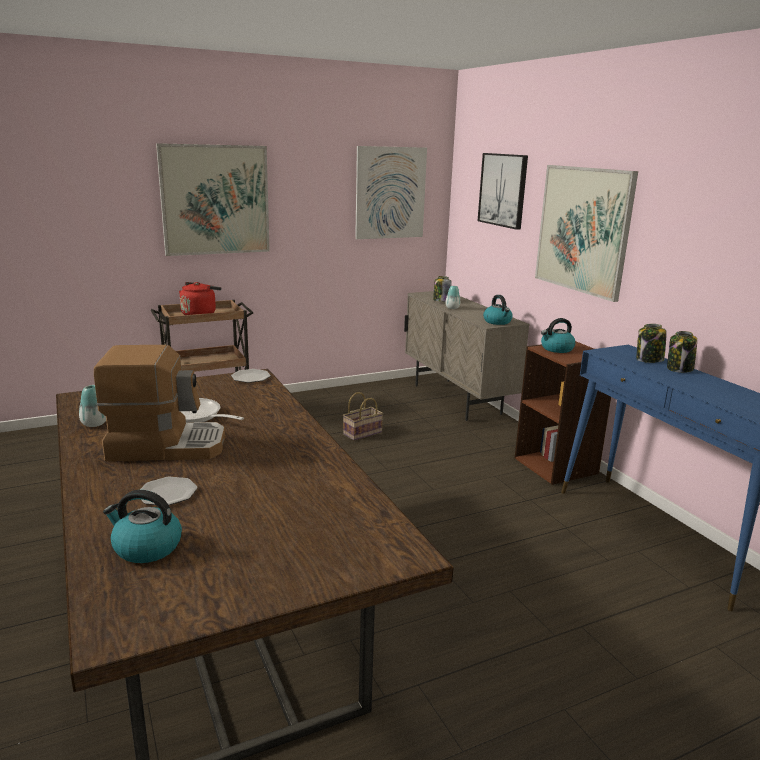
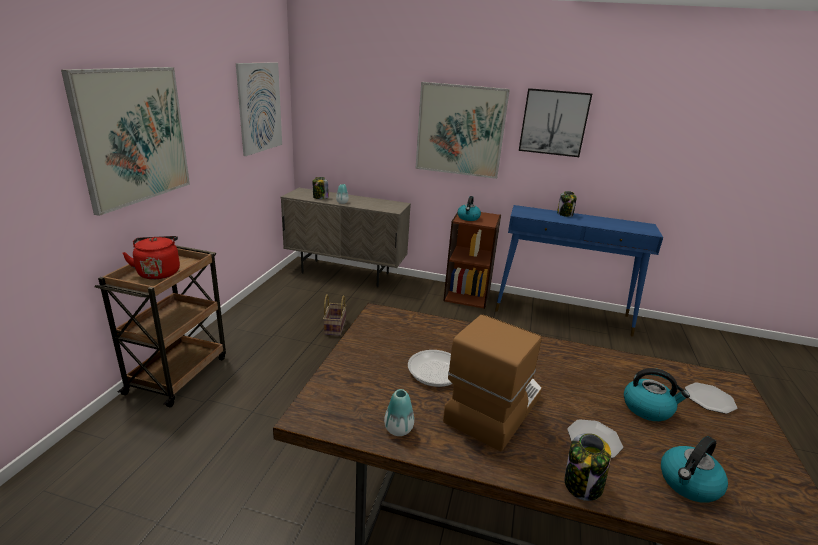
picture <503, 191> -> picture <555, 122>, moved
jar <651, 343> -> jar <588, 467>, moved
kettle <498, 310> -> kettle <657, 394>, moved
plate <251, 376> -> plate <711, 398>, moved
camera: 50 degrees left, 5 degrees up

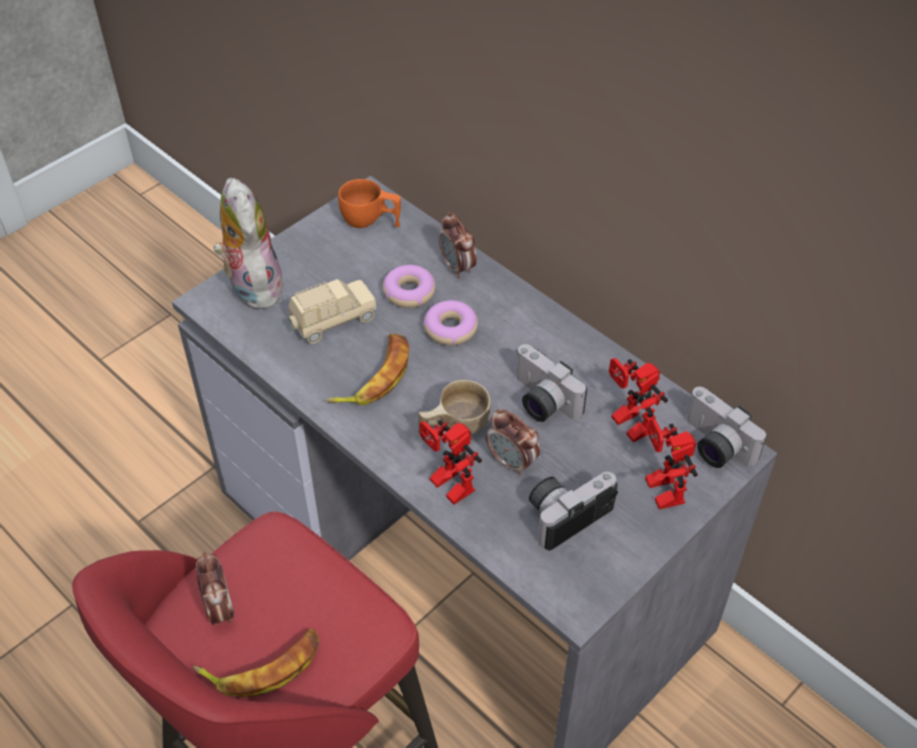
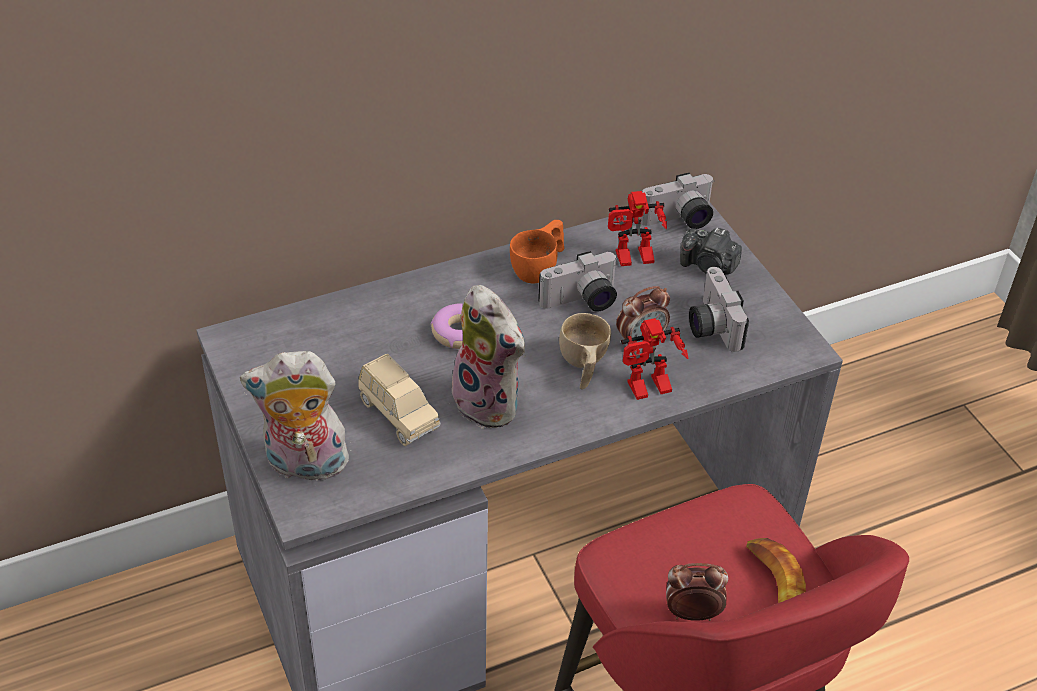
toy car (beige) <332, 311> -> toy car (beige) <399, 400>, 150 degrees clockwise
banana <367, 369> -> plush toy <488, 357>
cup (orange) <369, 203> -> cup (orange) <537, 251>, moved
toy robot <671, 464> -> photo camera <711, 251>
donut <409, 286> -> none
alarm clock <458, 245> -> none
camera: 70 degrees left, 5 degrees down

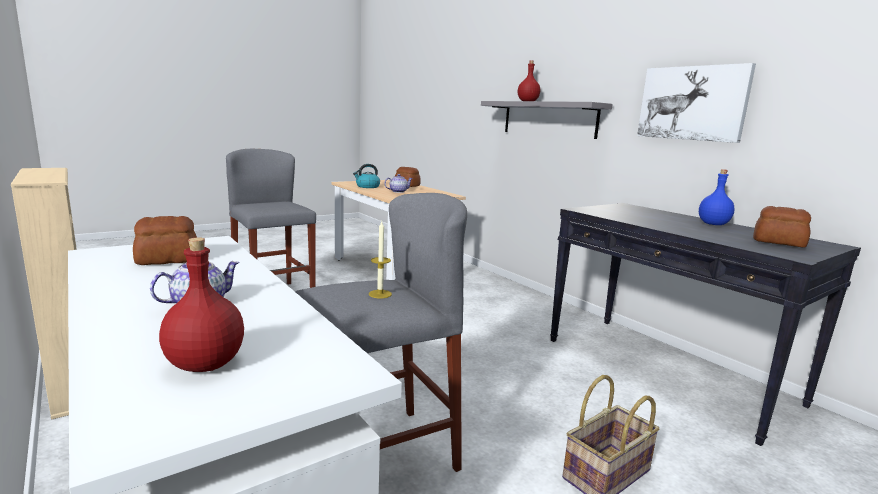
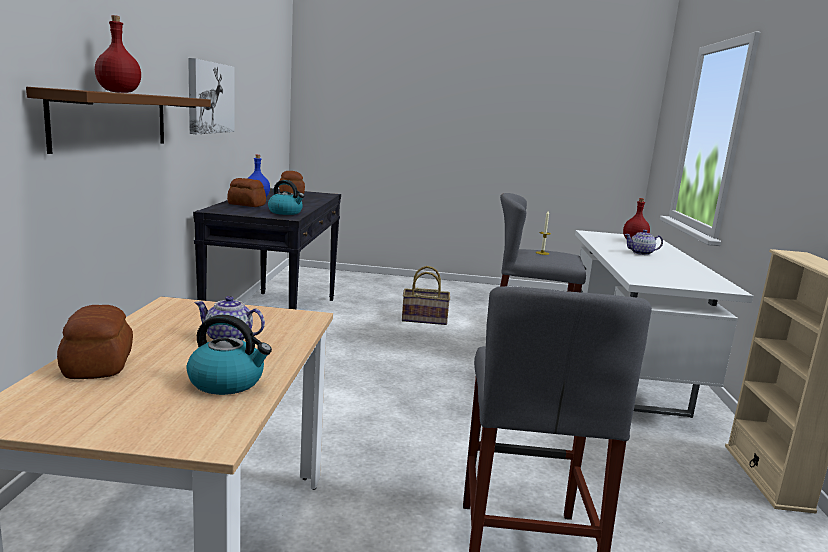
shelf (grey) <547, 120> -> shelf (brown) <118, 120>
bread <165, 240> -> bread <246, 192>, moved
none -> kettle <286, 197>
camera: 140 degrees left, 0 degrees up

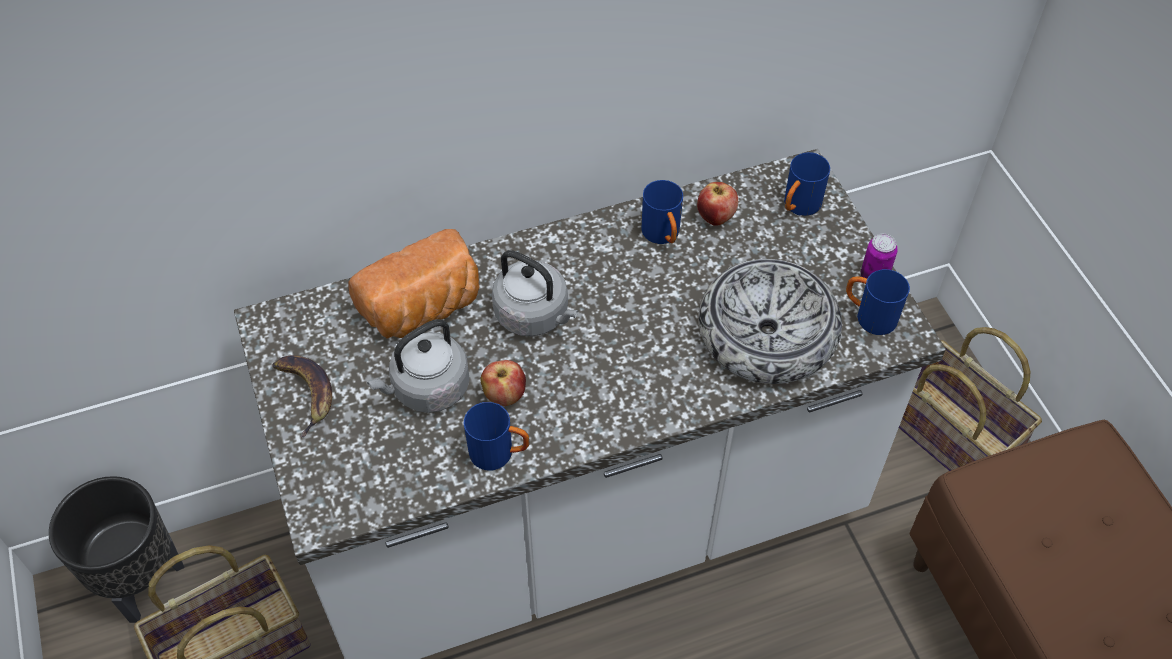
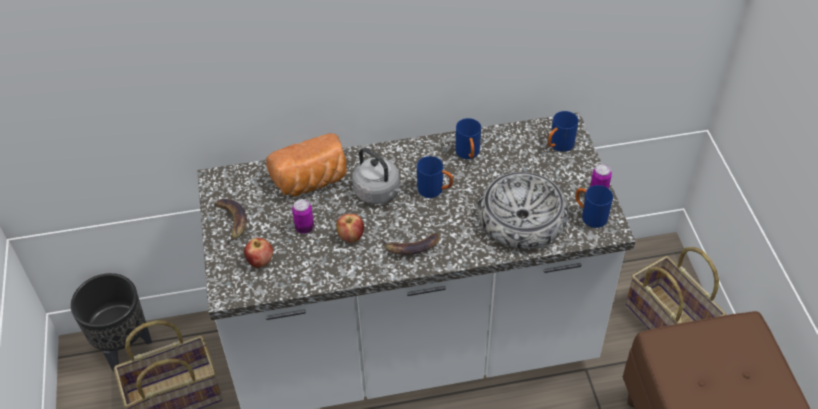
apple <717, 204> -> apple <258, 253>, moved
kettle (grey) <418, 366> -> can <303, 216>
none -> banana <410, 243>
mug (blue) <497, 436> -> mug (blue) <435, 177>, moved
camera: 10 degrees right, 5 degrees down

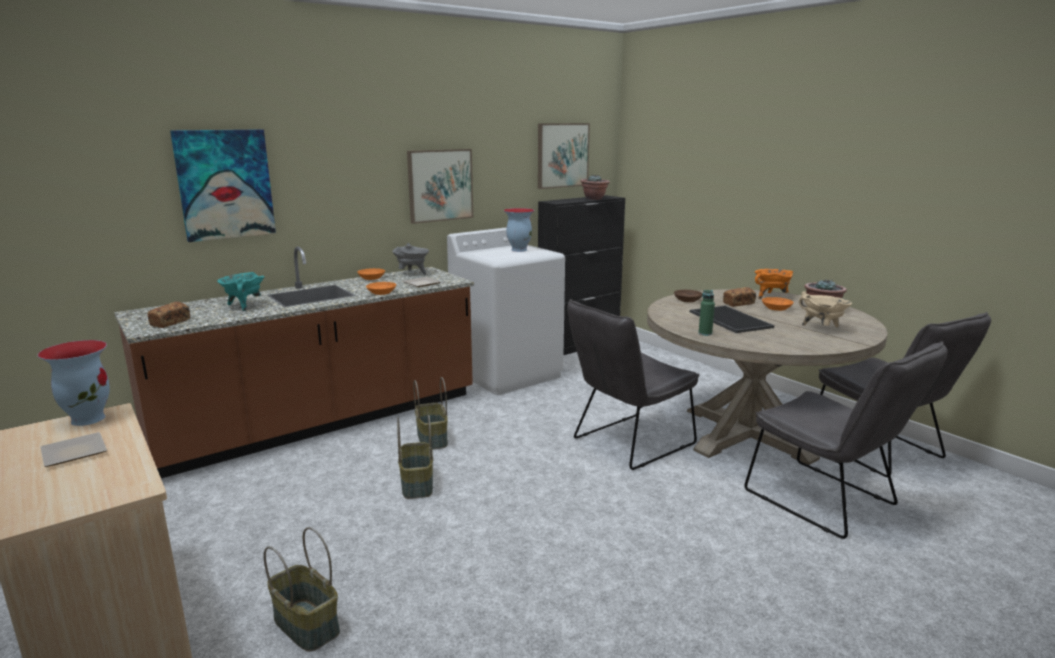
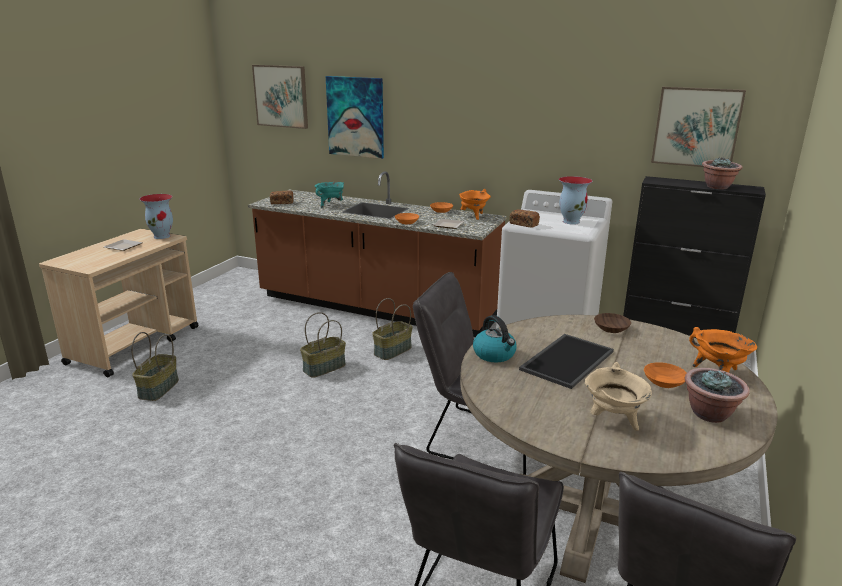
picture <440, 186> -> picture <280, 97>, moved
cooking pot (grey) <410, 258> -> cooking pot (orange) <475, 204>
bottle (green) <707, 313> -> kettle <495, 338>
bread <739, 297> -> bread <524, 218>, moved
camera: 60 degrees right, 5 degrees up

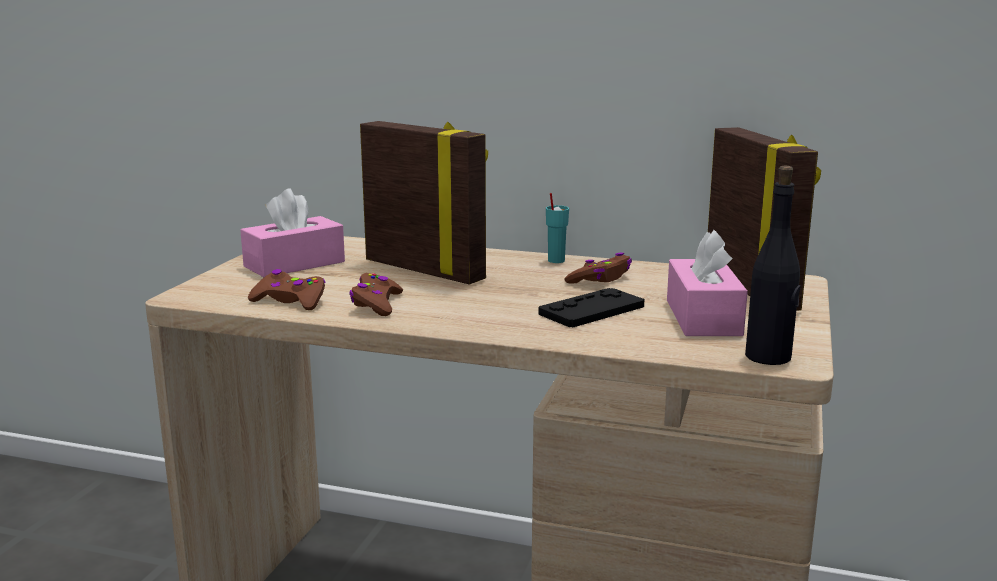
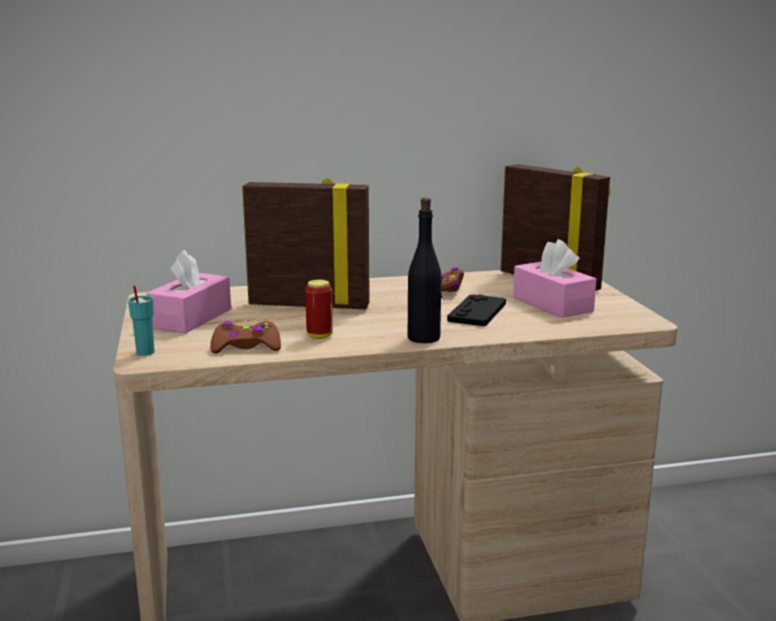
cup (turquoise) <557, 228> -> cup (turquoise) <141, 320>, moved
game controller (brown) <376, 294> -> can <319, 309>
bottle (black) <773, 265> -> bottle (black) <425, 270>, moved
camera: 30 degrees left, 0 degrees up

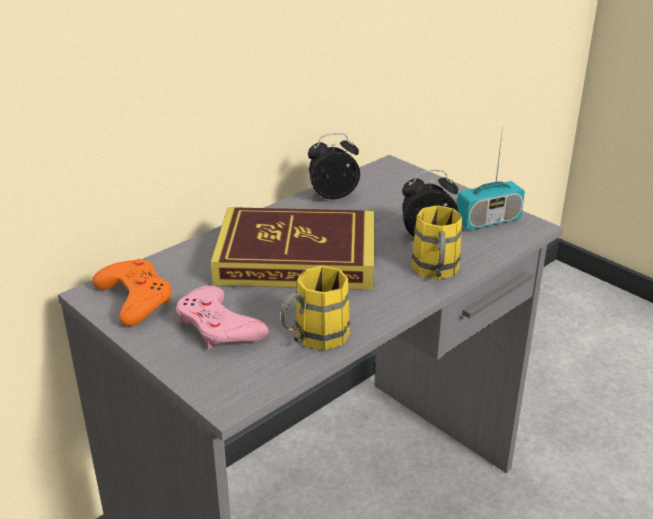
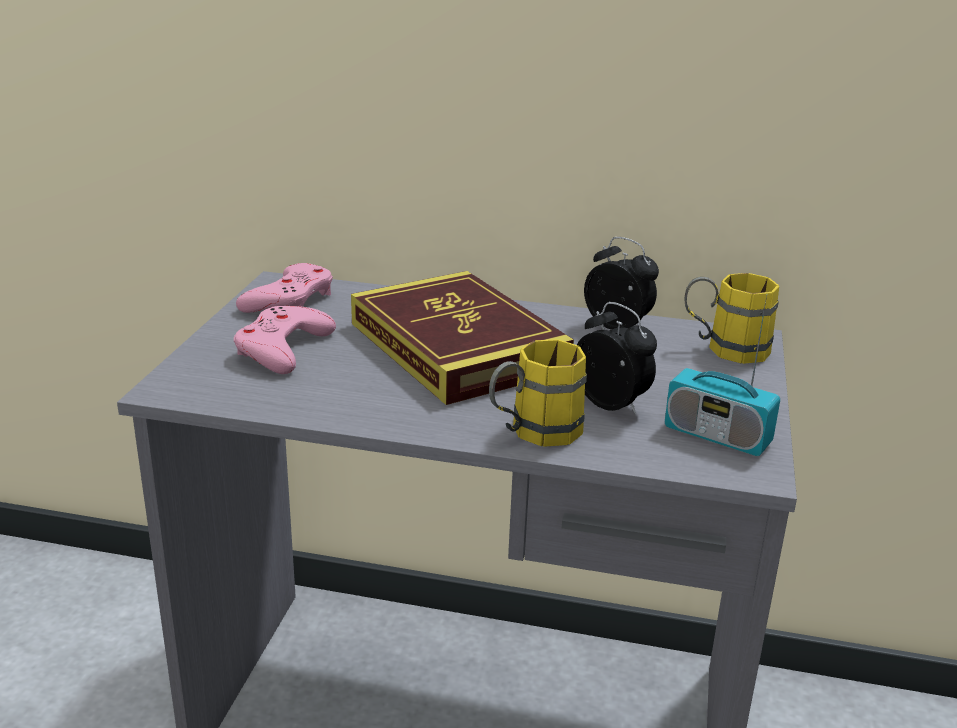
game controller (orange) <132, 292> -> game controller (pink) <284, 288>
mug (yellow) <315, 308> -> mug (yellow) <731, 318>, moved
camera: 55 degrees right, 5 degrees down

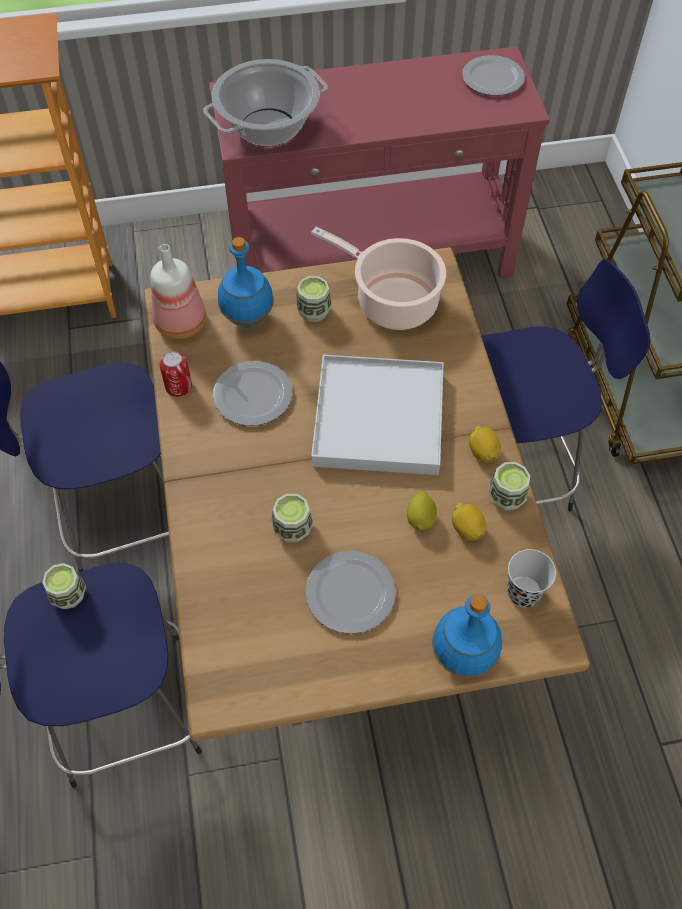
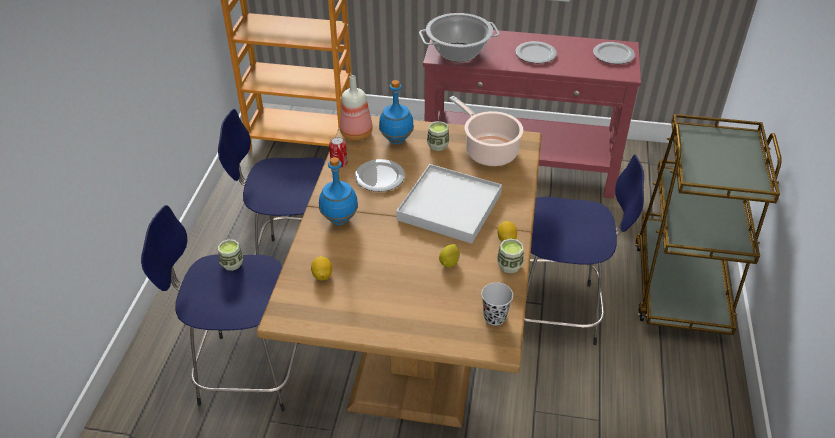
lemon <469, 522> -> lemon <321, 268>, moved
bottle (blue) <467, 636> -> bottle (blue) <338, 191>, moved
plate <351, 592> -> plate <536, 52>, moved
cup <292, 518> -> none
camera: 20 degrees right, 15 degrees down

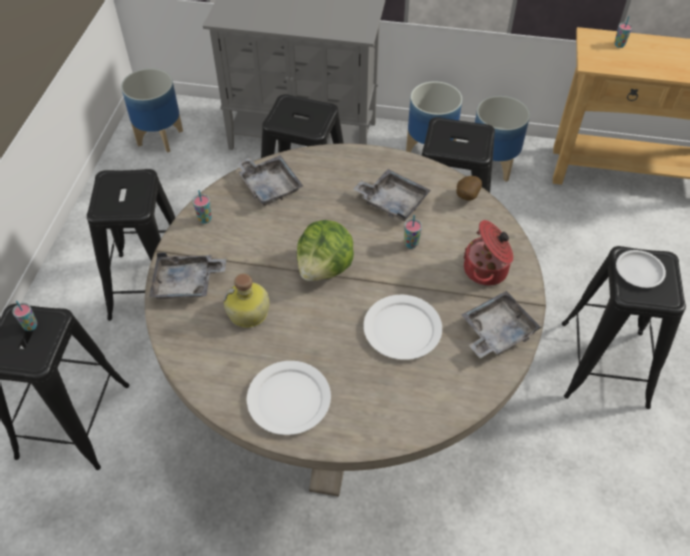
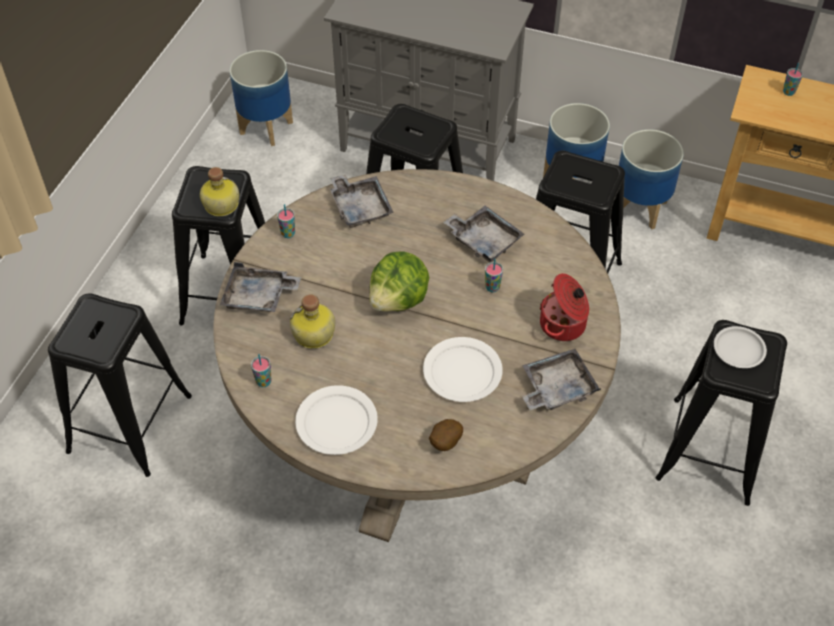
none -> bottle <219, 192>
cup <24, 316> -> cup <261, 370>, moved
potato <469, 188> -> potato <446, 435>, moved
camera: 10 degrees right, 0 degrees up

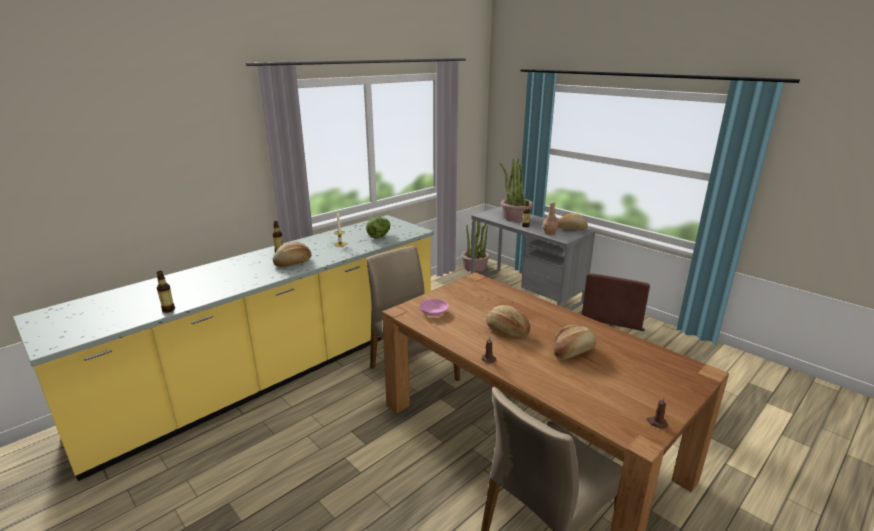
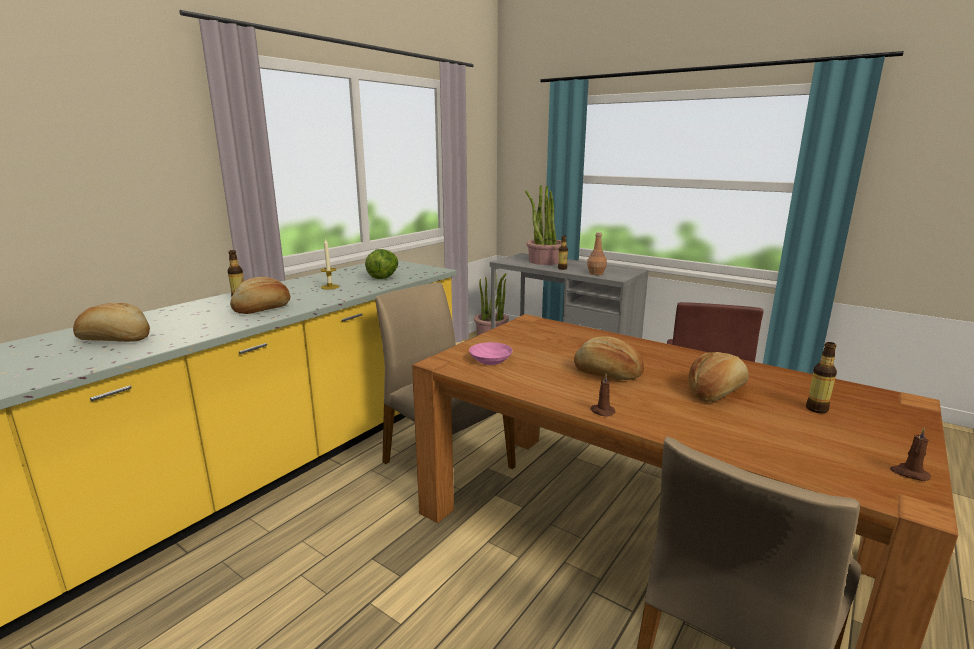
bread <573, 221> -> bread <111, 322>, moved
bottle <166, 292> -> bottle <821, 377>, moved
camera: 10 degrees left, 5 degrees down

